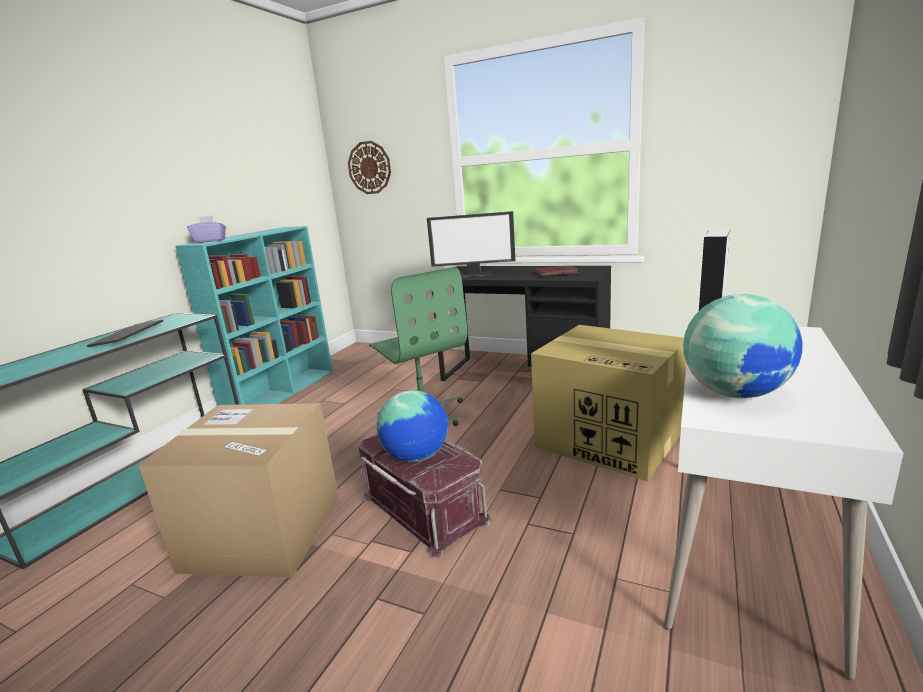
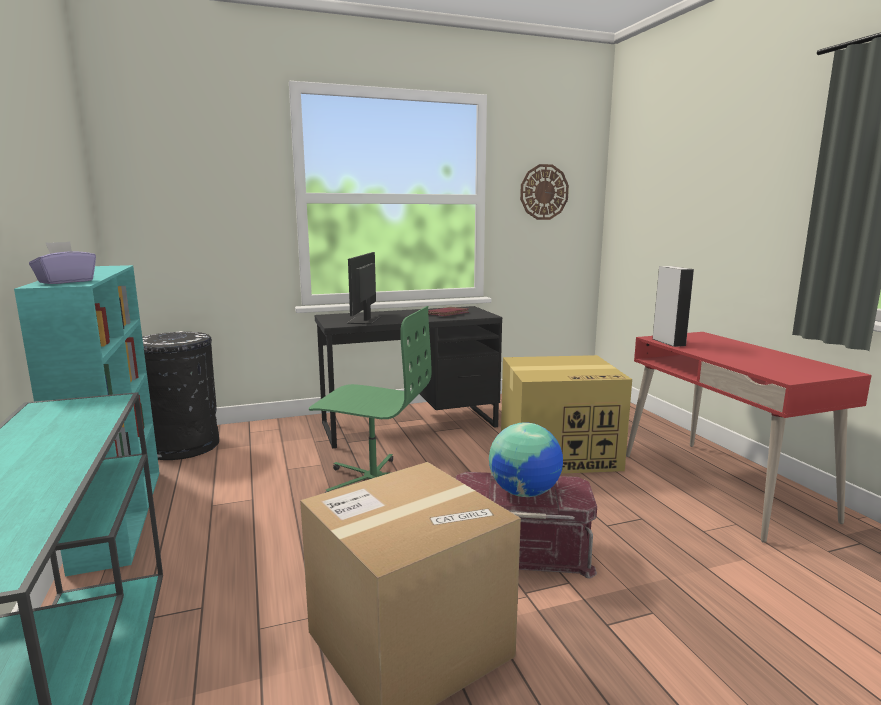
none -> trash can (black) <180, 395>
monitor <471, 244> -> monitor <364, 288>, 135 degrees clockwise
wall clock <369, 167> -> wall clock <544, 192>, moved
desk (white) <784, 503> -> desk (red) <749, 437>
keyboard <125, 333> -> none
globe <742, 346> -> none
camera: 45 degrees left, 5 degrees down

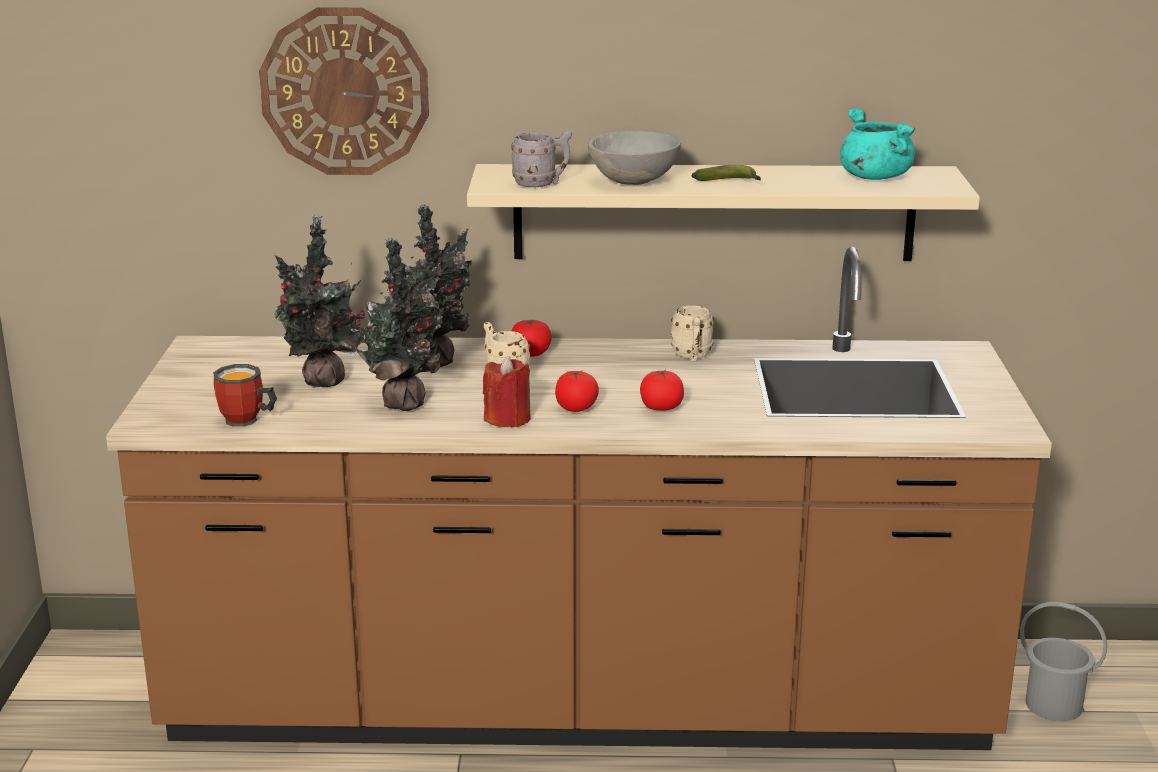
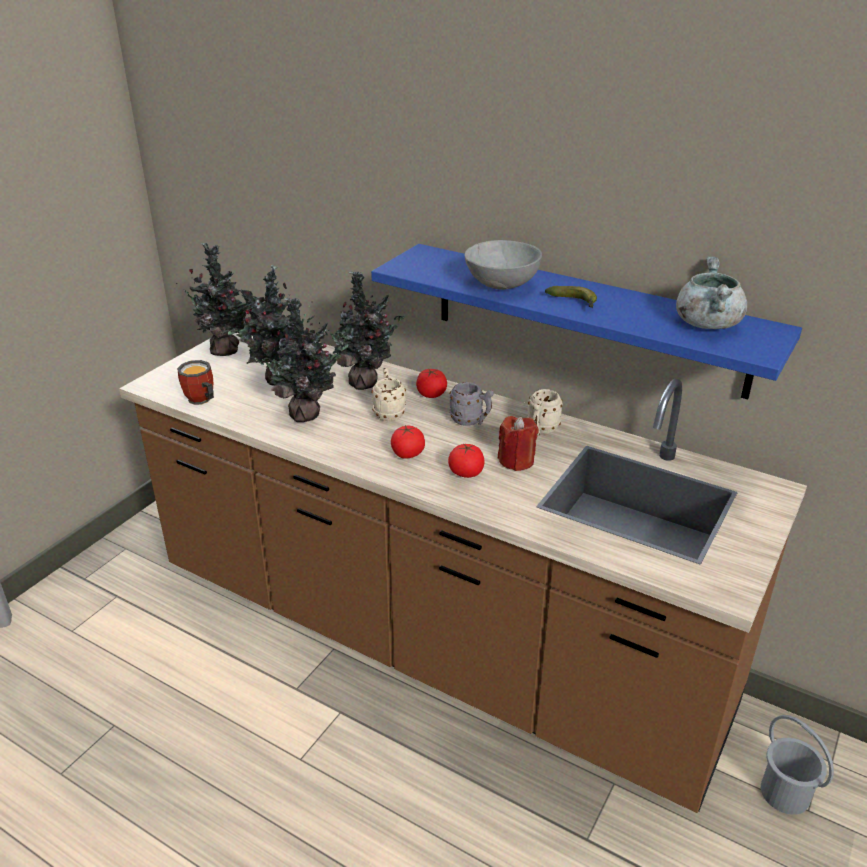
none -> potted plant <217, 299>
shelf (beige) <723, 212> -> shelf (blue) <586, 321>
mug (grey) <541, 158> -> mug (grey) <471, 404>, moved
candle (red) <507, 391> -> candle (red) <518, 443>, moved
cooking pot (turquoise) <877, 144> -> cooking pot (grey) <711, 293>
wall clock <344, 91> -> none
camera: 30 degrees right, 10 degrees up

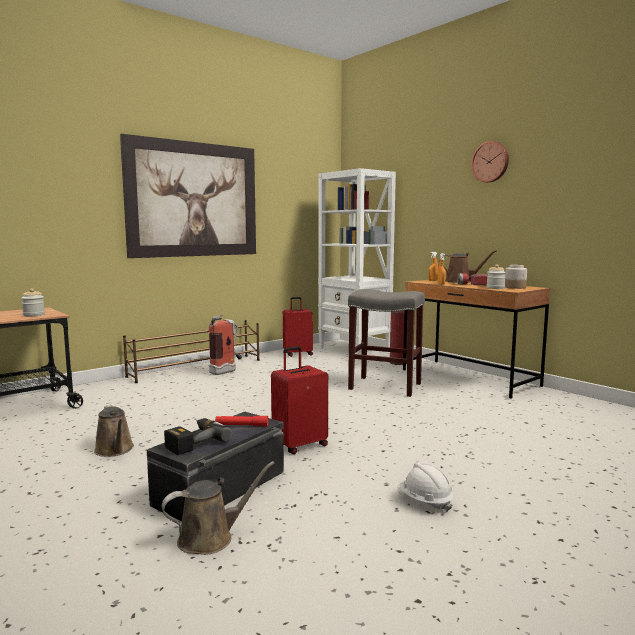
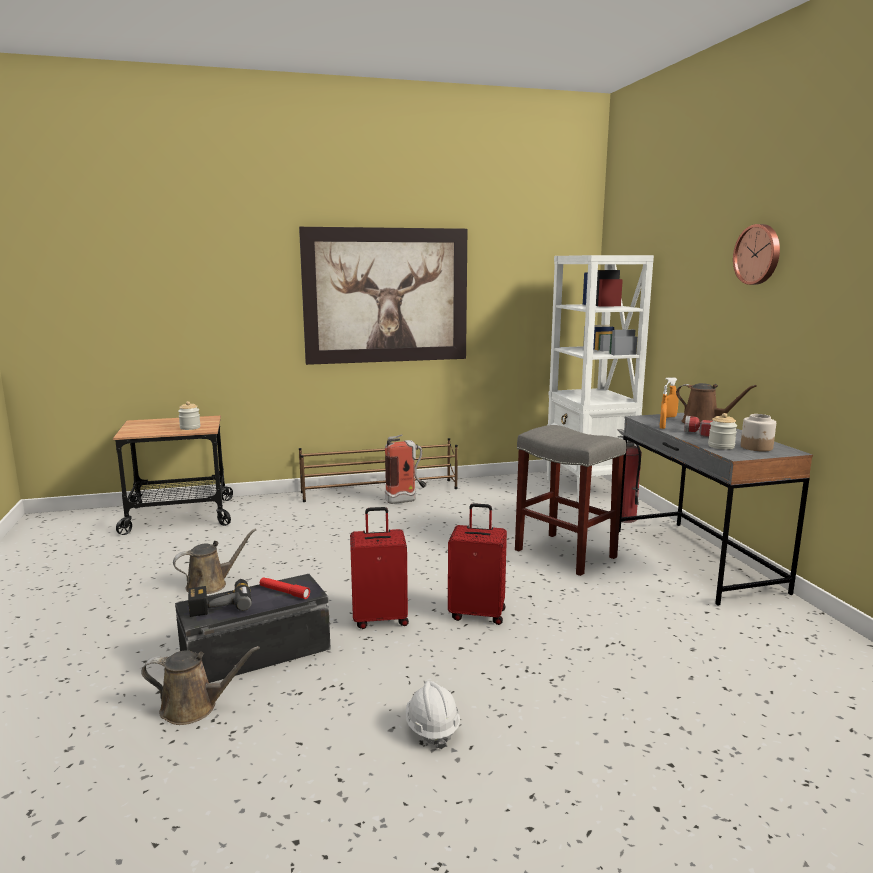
watering can (brown) <114, 431> -> watering can (brown) <214, 561>, 120 degrees counterclockwise
suitcase (red) <298, 327> -> suitcase (red) <477, 564>, moved
desk (brown) <476, 339> -> desk (grey) <716, 509>
camera: 25 degrees right, 5 degrees up

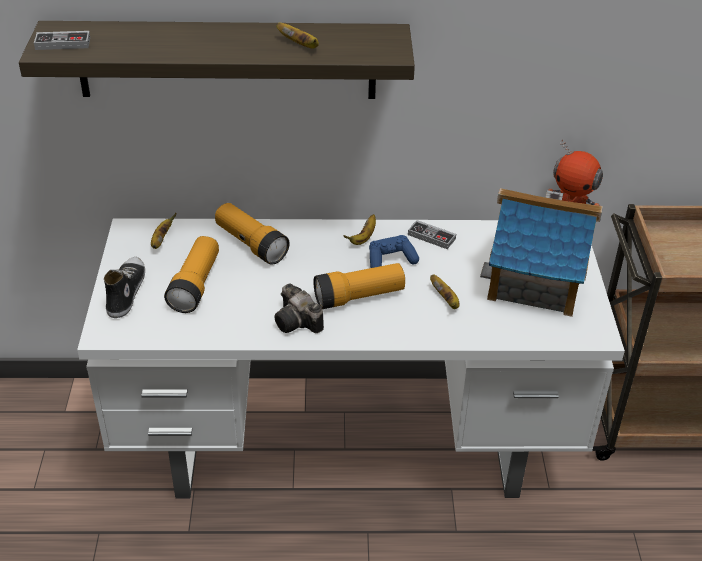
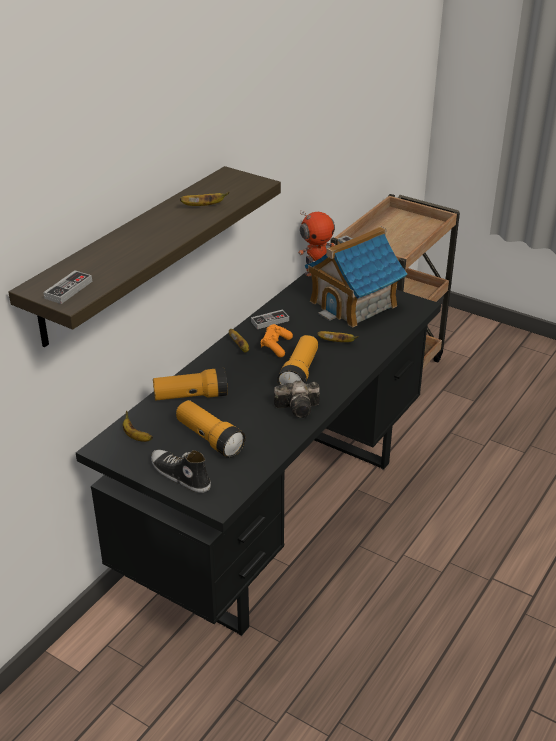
desk (white) <351, 358> -> desk (black) <258, 454>
game controller (blue) <394, 251> -> game controller (orange) <277, 340>
camera: 55 degrees left, 5 degrees down

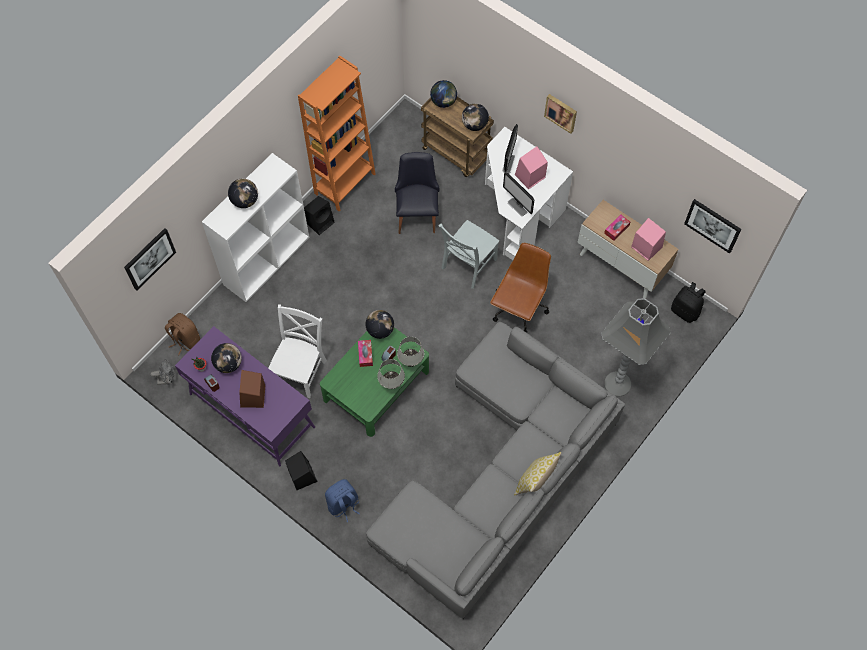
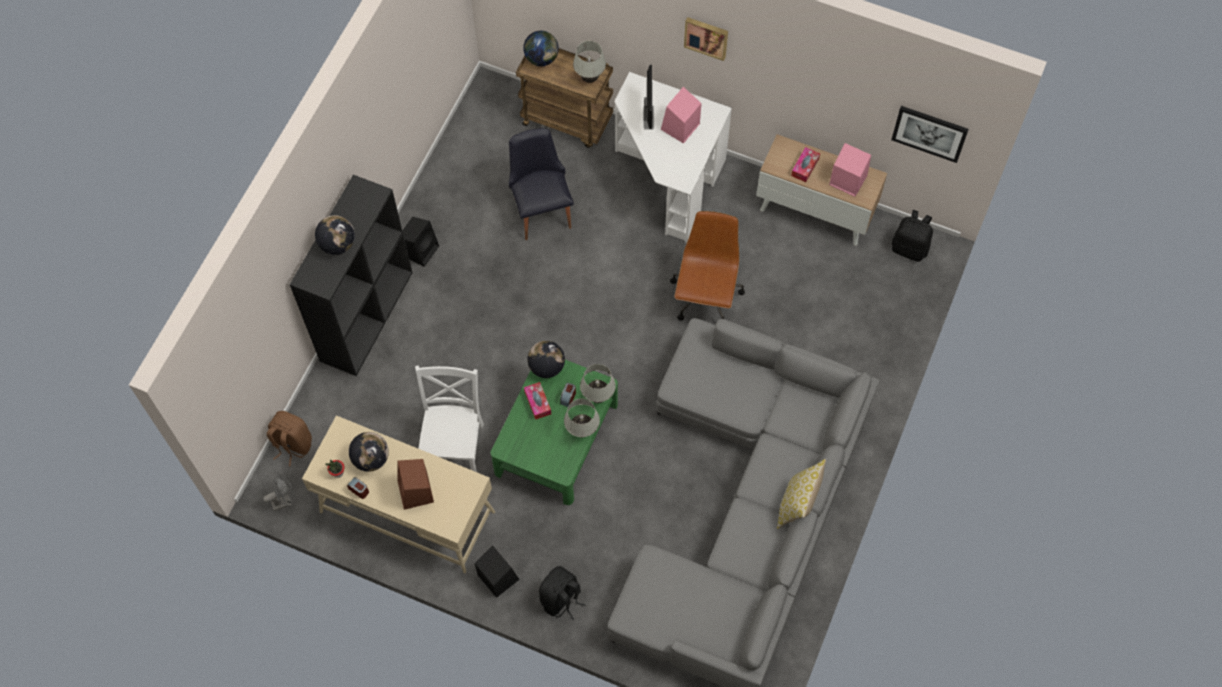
bookcase (white) <255, 227> -> bookcase (black) <351, 275>
desk (purple) <245, 396> -> desk (beige) <398, 494>
backpack (blue) <342, 500> -> backpack (black) <562, 593>
globe <475, 117> -> table lamp (white) <589, 62>
picture <150, 259> -> none
bookcase (orange) <336, 133> -> none
chair (grey) <468, 254> -> none
monitor <518, 194> -> none
floor lamp (grey) <636, 347> -> none
camera: 15 degrees left, 0 degrees up

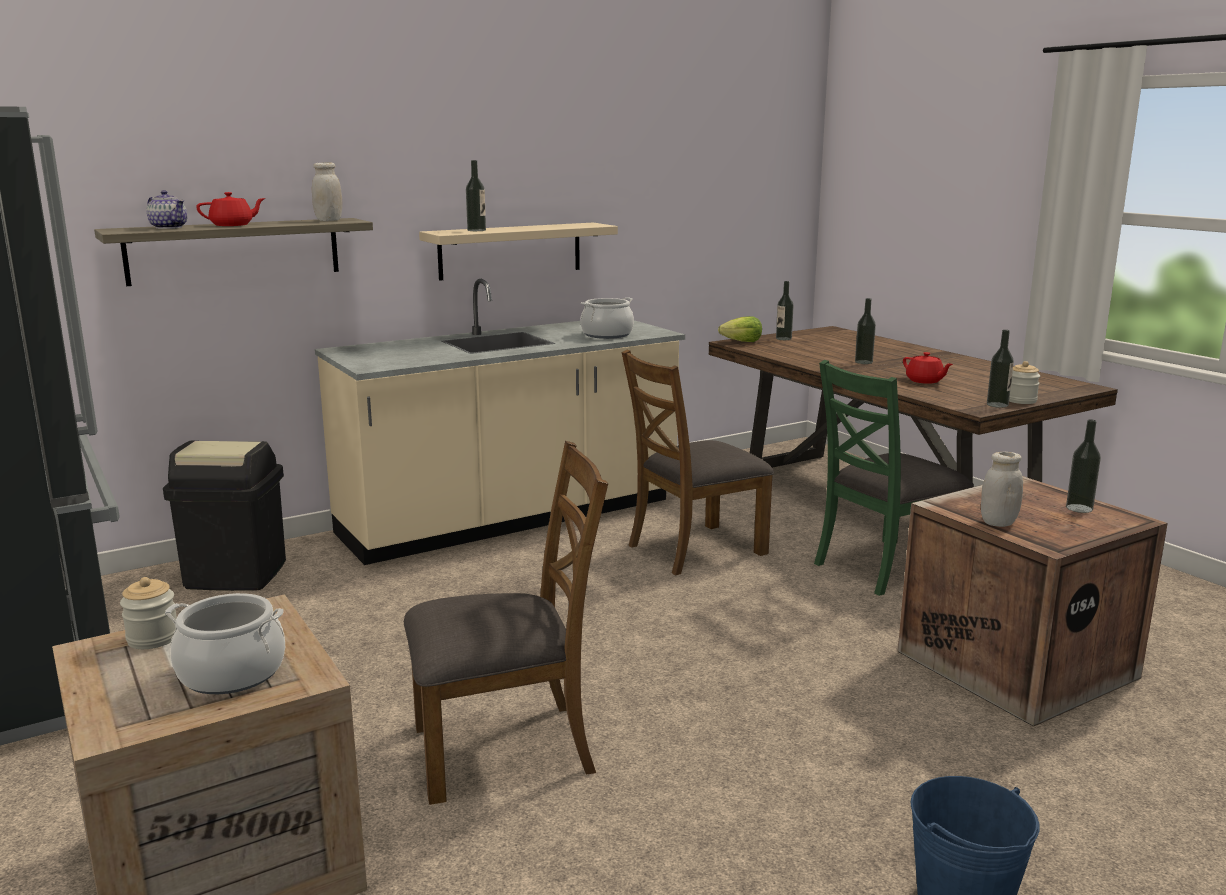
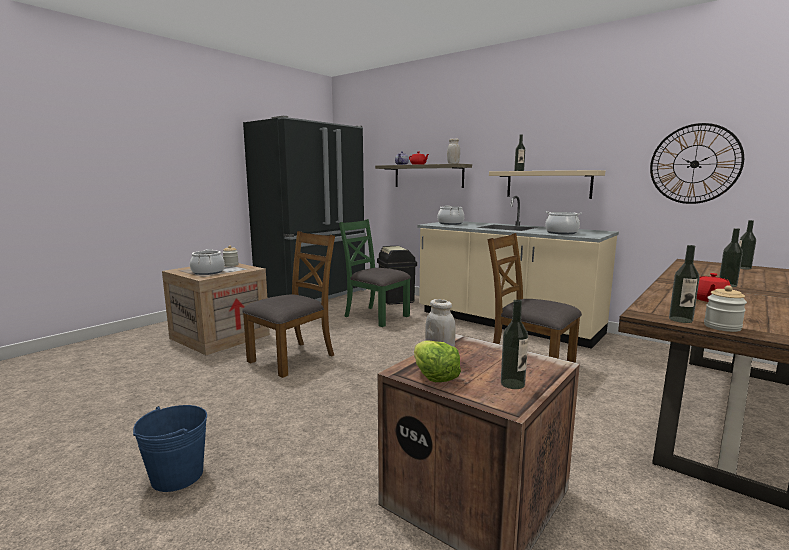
chair (brown) <506, 623> -> chair (brown) <288, 304>, 105 degrees counterclockwise
chair (green) <894, 478> -> chair (green) <375, 273>, moved
lettuce <740, 329> -> lettuce <437, 361>, moved
none -> cooking pot <451, 215>
none -> wall clock <697, 163>
camera: 70 degrees right, 5 degrees down

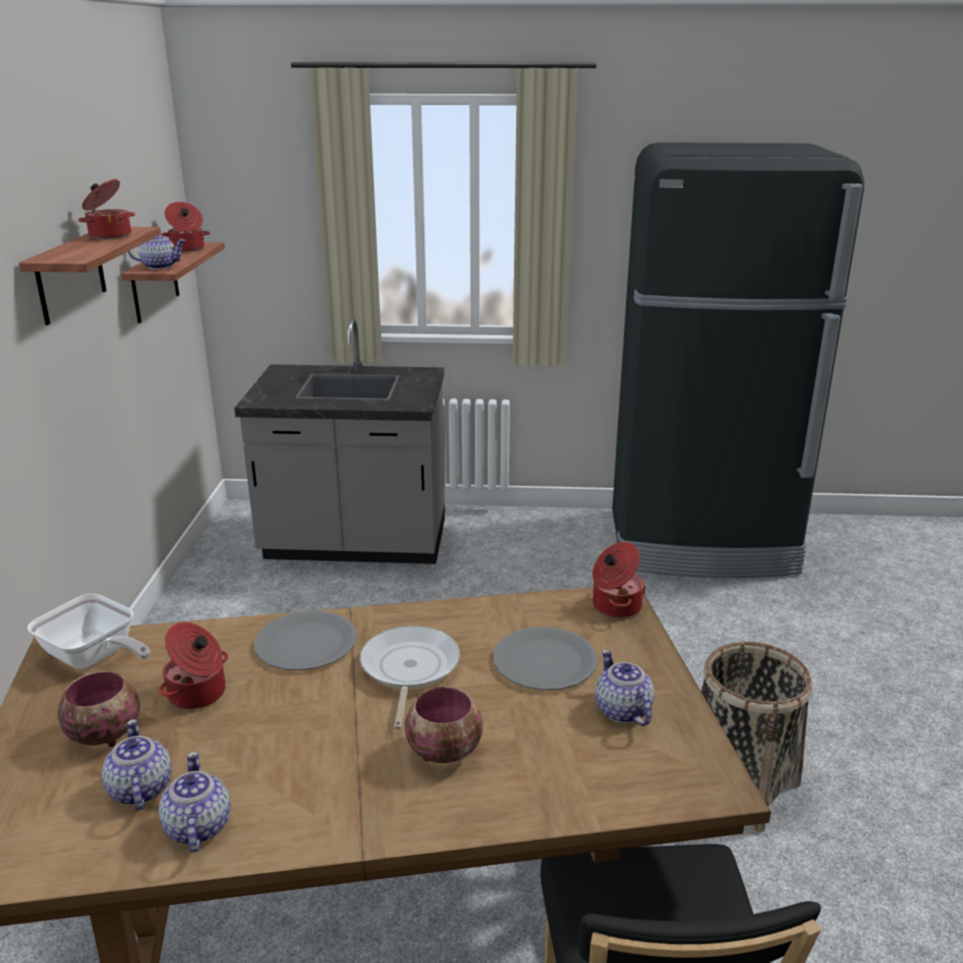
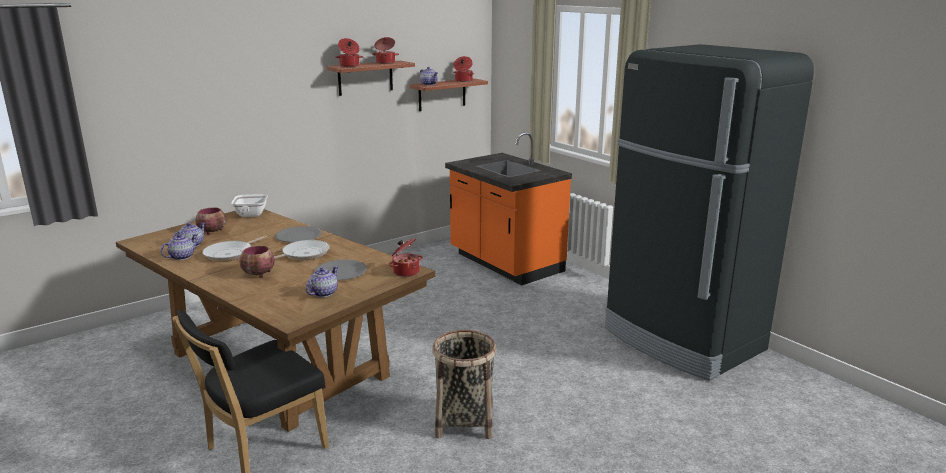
none -> frying pan <234, 248>
cooking pot <193, 665> -> cooking pot <349, 52>, moved
counter (grey) <339, 441> -> counter (orange) <508, 208>
camera: 50 degrees right, 5 degrees down

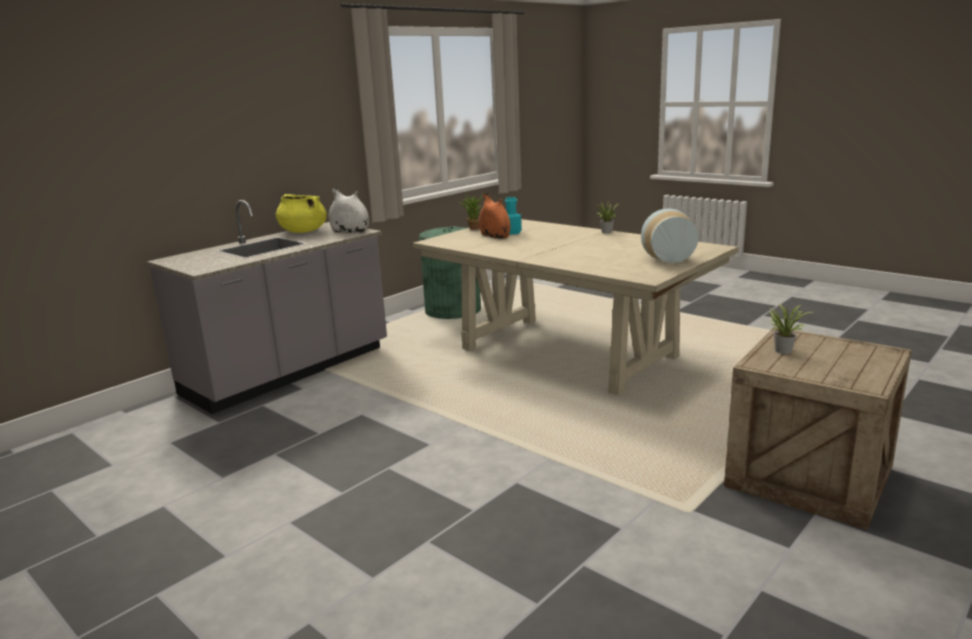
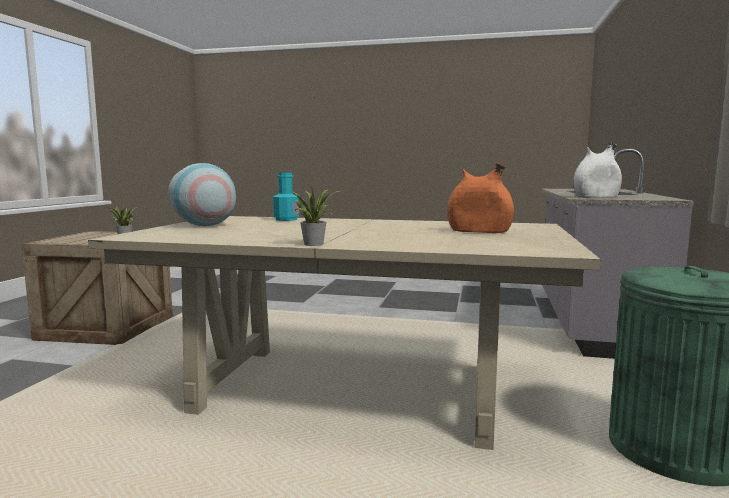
bottle (turquoise) <513, 216> -> bottle (turquoise) <286, 197>, moved
cooking pot (yellow) <301, 213> -> none
potted plant <470, 212> -> none
camera: 150 degrees right, 10 degrees down

